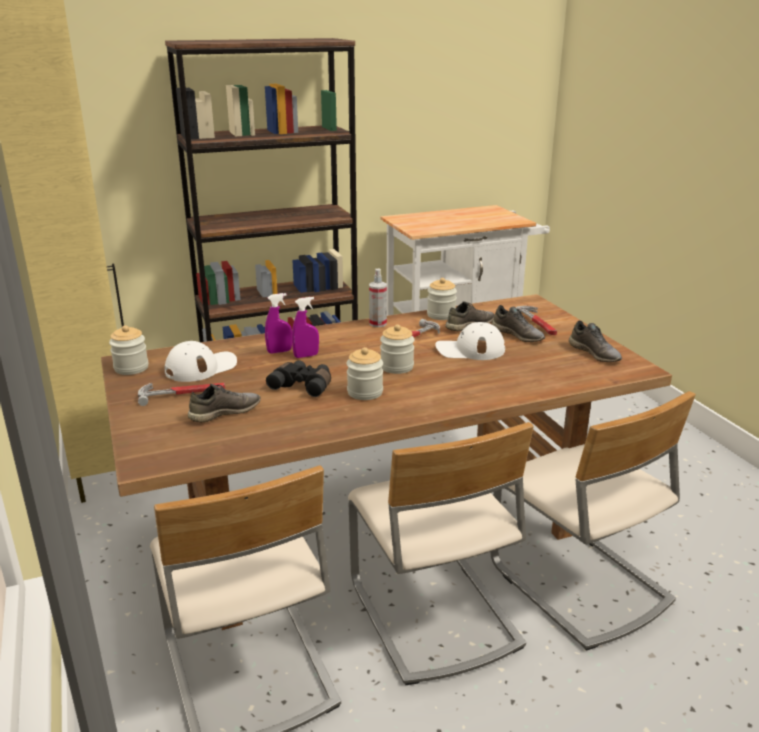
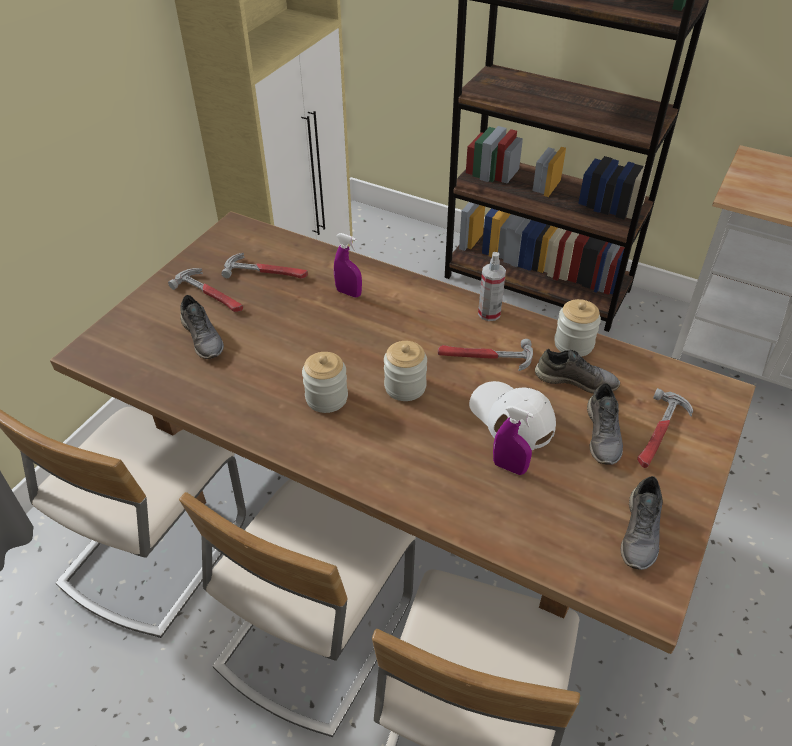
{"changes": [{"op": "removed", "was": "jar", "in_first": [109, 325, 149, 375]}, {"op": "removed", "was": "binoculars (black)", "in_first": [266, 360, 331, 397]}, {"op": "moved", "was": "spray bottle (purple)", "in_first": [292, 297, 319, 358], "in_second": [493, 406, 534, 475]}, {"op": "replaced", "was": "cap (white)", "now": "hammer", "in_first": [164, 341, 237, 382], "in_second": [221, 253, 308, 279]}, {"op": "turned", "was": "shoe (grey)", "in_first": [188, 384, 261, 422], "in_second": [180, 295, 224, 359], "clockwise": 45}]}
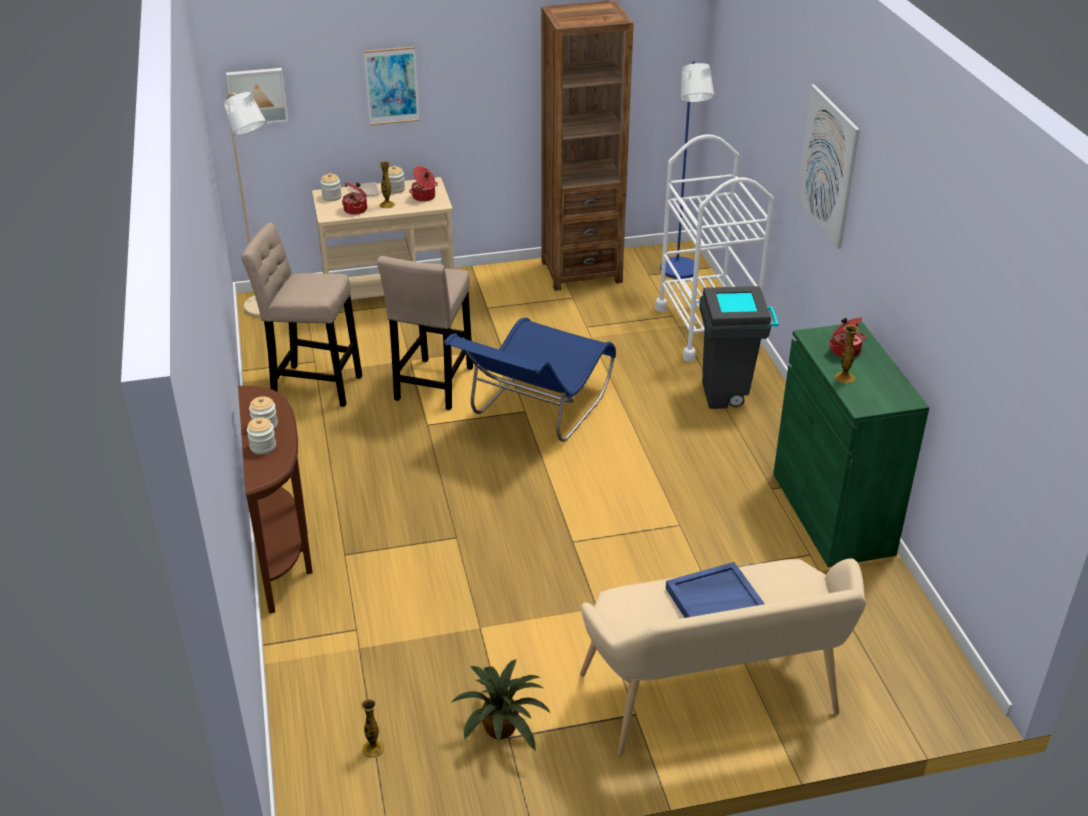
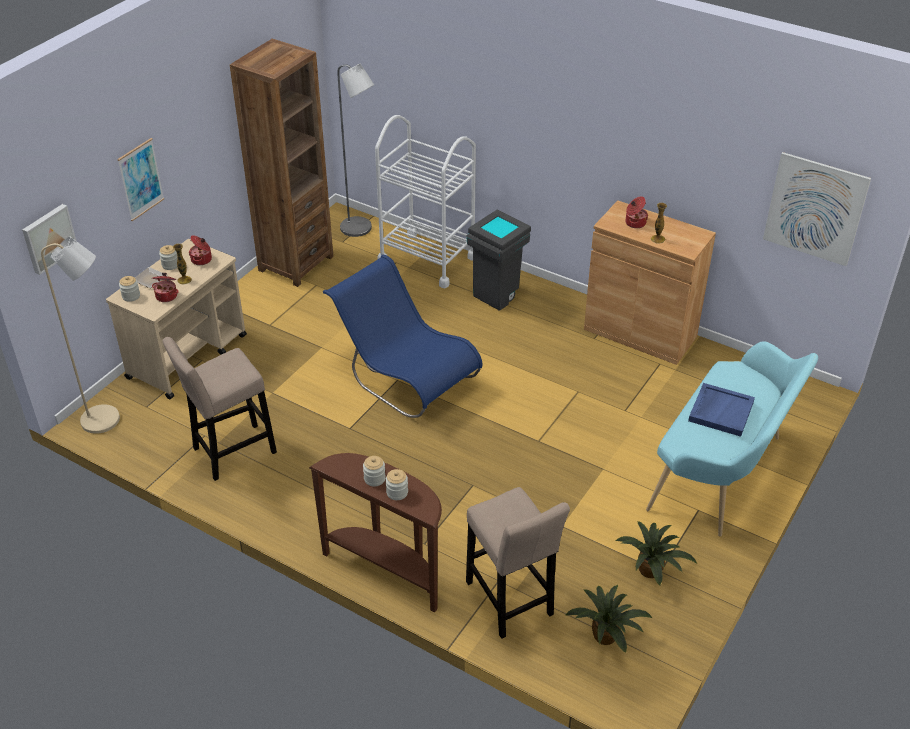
{"changes": [{"op": "moved", "was": "stool (beige)", "in_first": [377, 256, 473, 410], "in_second": [466, 487, 570, 639]}, {"op": "moved", "was": "picture", "in_first": [796, 84, 860, 249], "in_second": [763, 152, 871, 266]}, {"op": "replaced", "was": "vase", "now": "potted plant", "in_first": [361, 699, 384, 758], "in_second": [566, 585, 652, 653]}, {"op": "recoloured", "was": "bench (beige)", "now": "bench (turquoise)", "in_first": [580, 559, 866, 756], "in_second": [646, 341, 818, 537]}, {"op": "recoloured", "was": "floor lamp (blue)", "now": "floor lamp (grey)", "in_first": [660, 61, 714, 279], "in_second": [337, 63, 374, 237]}, {"op": "recoloured", "was": "cabinet (green)", "now": "cabinet (brown)", "in_first": [773, 322, 929, 567], "in_second": [584, 200, 716, 365]}, {"op": "turned", "was": "chair (blue)", "in_first": [444, 317, 616, 442], "in_second": [323, 255, 483, 418], "clockwise": 150}]}
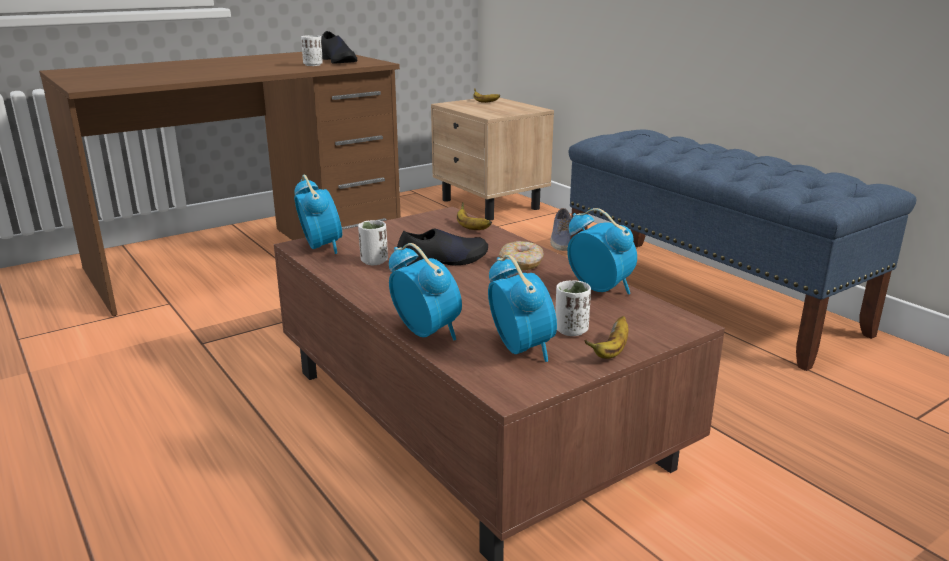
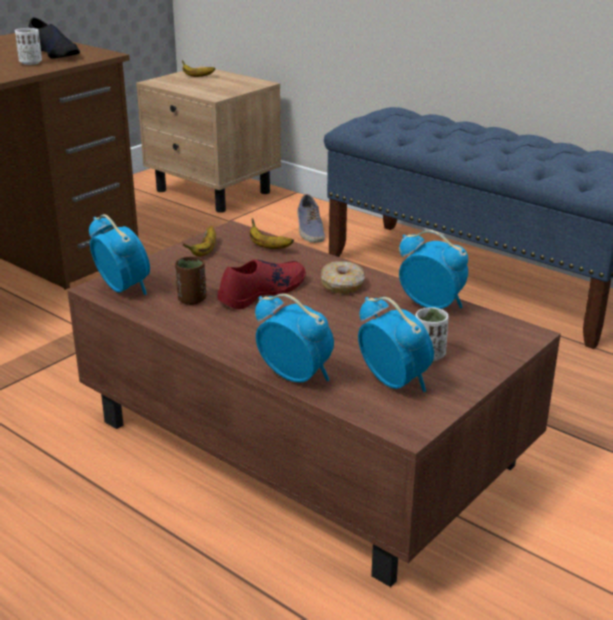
{"changes": [{"op": "moved", "was": "banana", "in_first": [584, 316, 628, 359], "in_second": [183, 226, 216, 256]}, {"op": "recoloured", "was": "cup (white)", "now": "cup (brown)", "in_first": [358, 220, 388, 265], "in_second": [175, 256, 206, 305]}, {"op": "recoloured", "was": "shoe (black)", "now": "shoe (red)", "in_first": [397, 228, 488, 266], "in_second": [218, 259, 306, 309]}]}
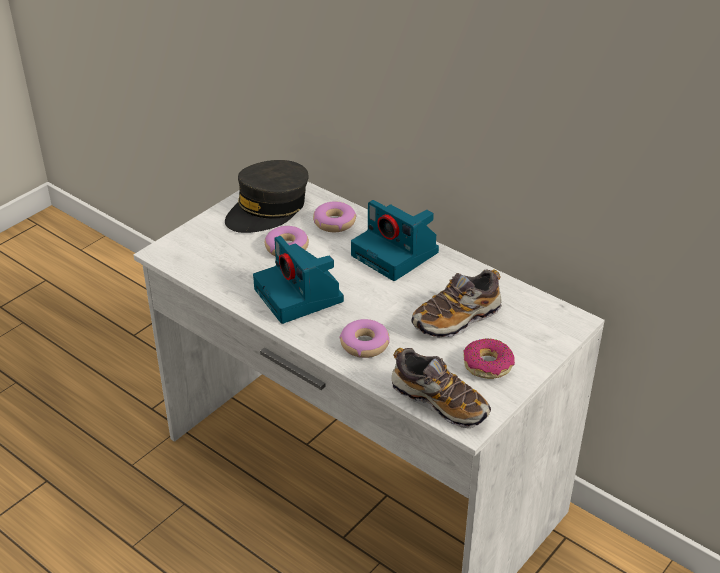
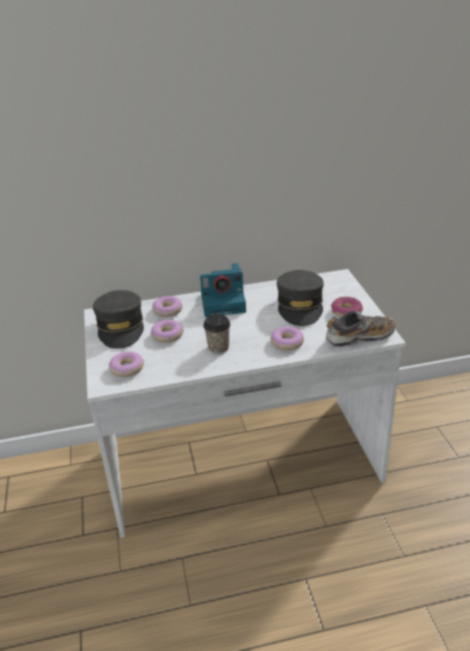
{"changes": [{"op": "added", "now": "donut", "in_second": [109, 351, 144, 377]}, {"op": "replaced", "was": "photo camera", "now": "cup", "in_first": [253, 236, 344, 324], "in_second": [203, 314, 230, 354]}, {"op": "replaced", "was": "shoe", "now": "cap (grey)", "in_first": [411, 269, 502, 338], "in_second": [277, 270, 324, 326]}]}
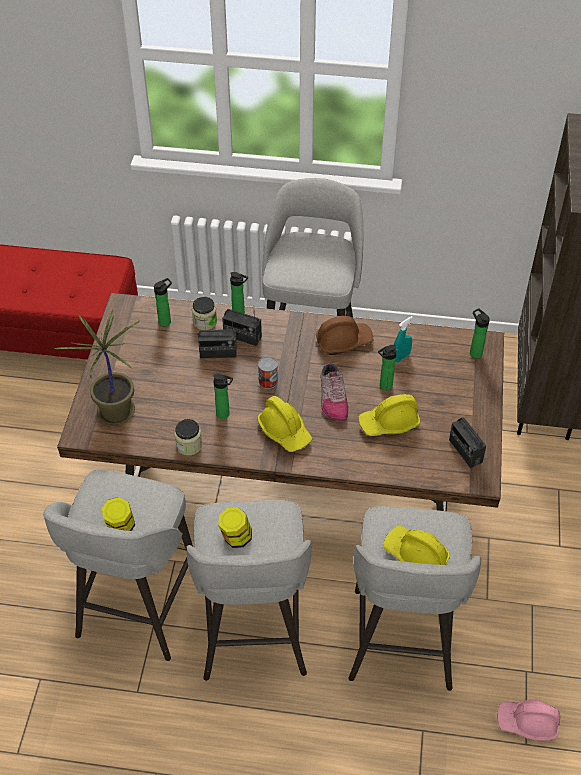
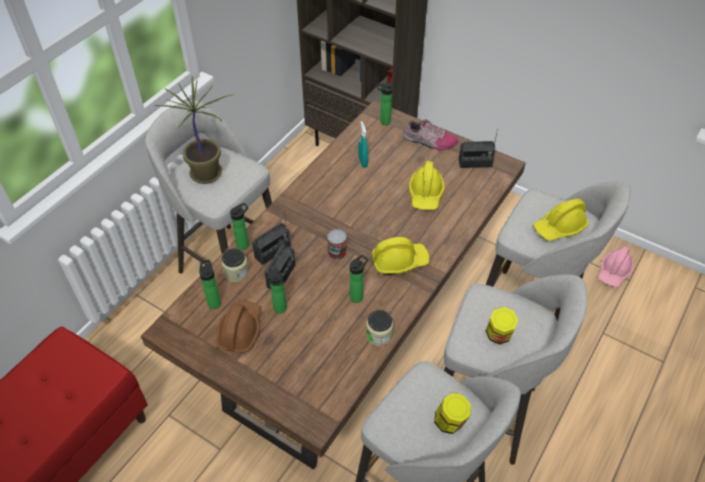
{"changes": [{"op": "moved", "was": "potted plant", "in_first": [54, 310, 140, 425], "in_second": [155, 76, 233, 184]}, {"op": "moved", "was": "hard hat (brown)", "in_first": [316, 316, 373, 355], "in_second": [216, 301, 261, 353]}, {"op": "moved", "was": "shoe", "in_first": [321, 363, 348, 421], "in_second": [403, 119, 458, 150]}, {"op": "moved", "was": "bottle", "in_first": [378, 345, 397, 391], "in_second": [269, 268, 287, 314]}]}
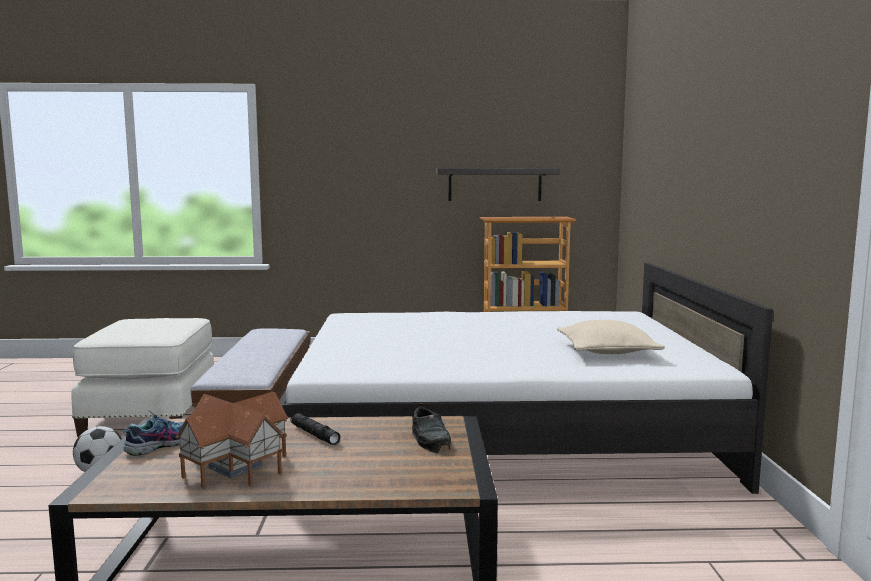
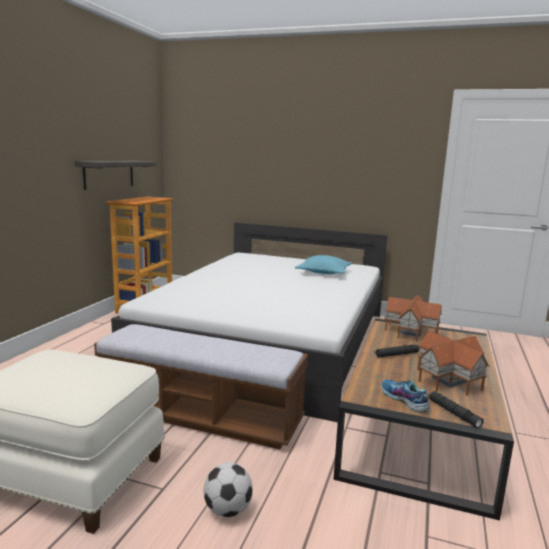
{"changes": [{"op": "added", "now": "flashlight (black)", "in_second": [428, 391, 484, 429]}, {"op": "replaced", "was": "shoe (black)", "now": "toy house", "in_first": [412, 403, 451, 453], "in_second": [385, 294, 442, 342]}, {"op": "recoloured", "was": "pillow (beige)", "now": "pillow (turquoise)", "in_first": [557, 320, 665, 354], "in_second": [295, 255, 353, 274]}]}
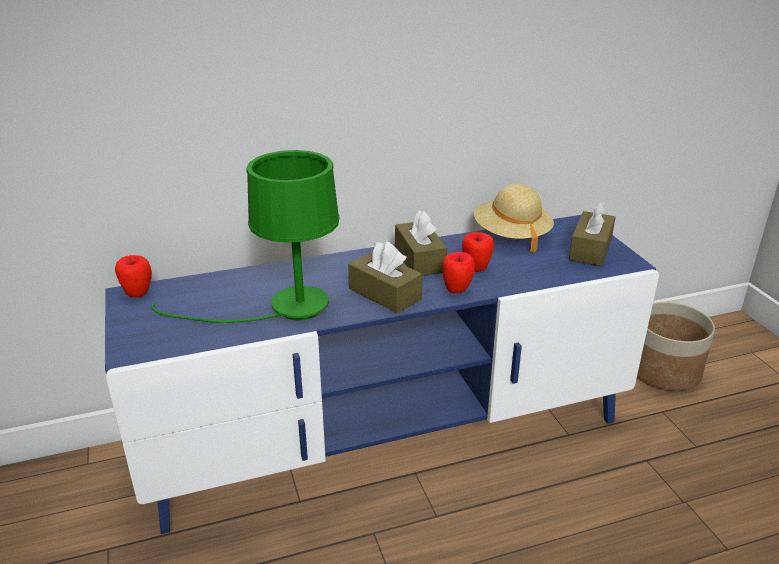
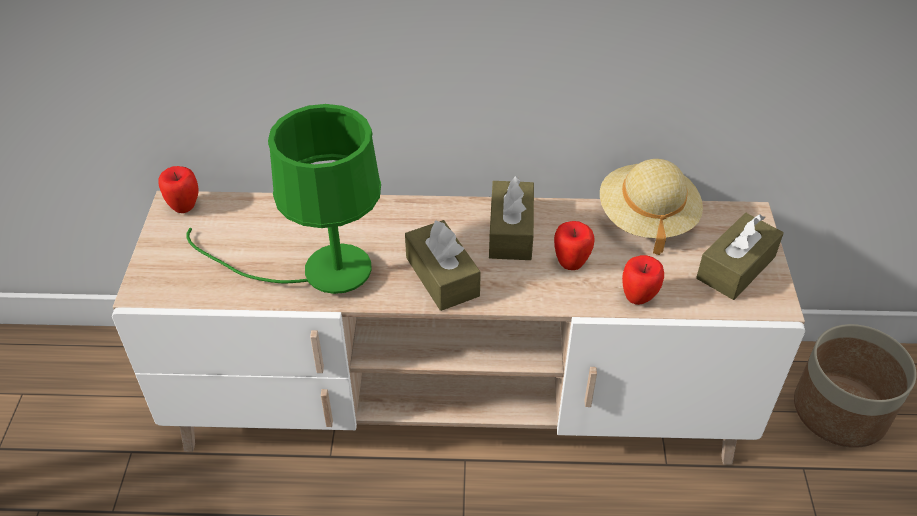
{"changes": [{"op": "moved", "was": "apple", "in_first": [442, 252, 475, 293], "in_second": [622, 255, 664, 305]}, {"op": "recoloured", "was": "tv stand (blue)", "now": "tv stand (beige)", "in_first": [105, 215, 659, 534], "in_second": [112, 191, 805, 465]}]}
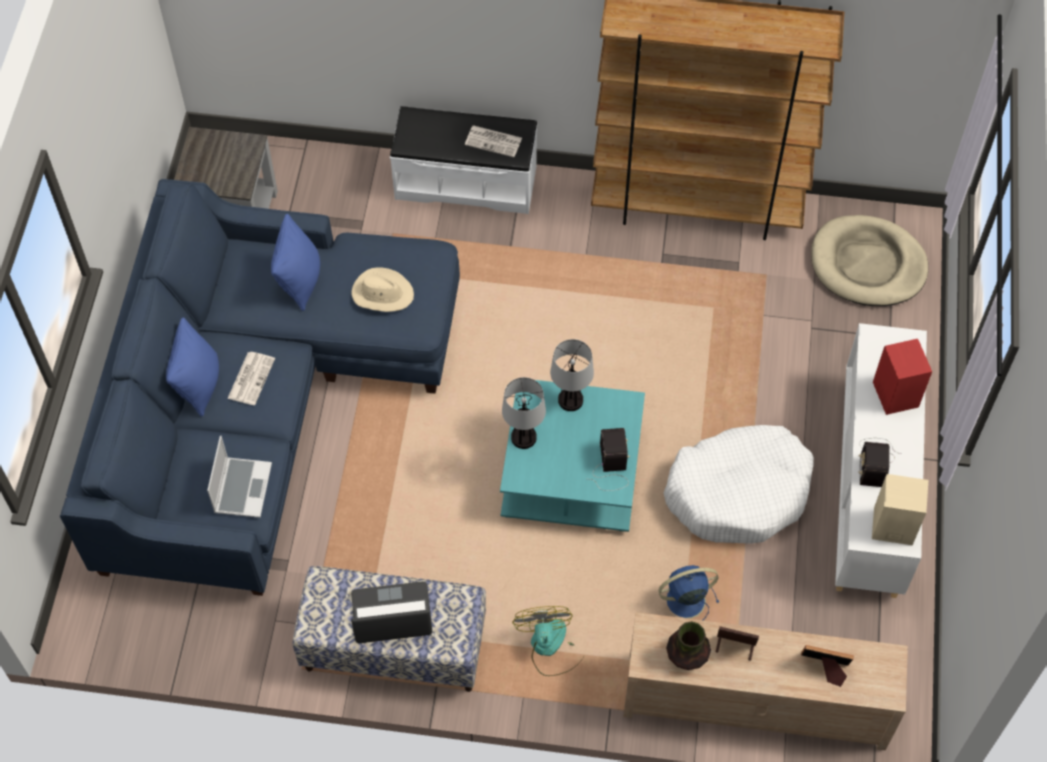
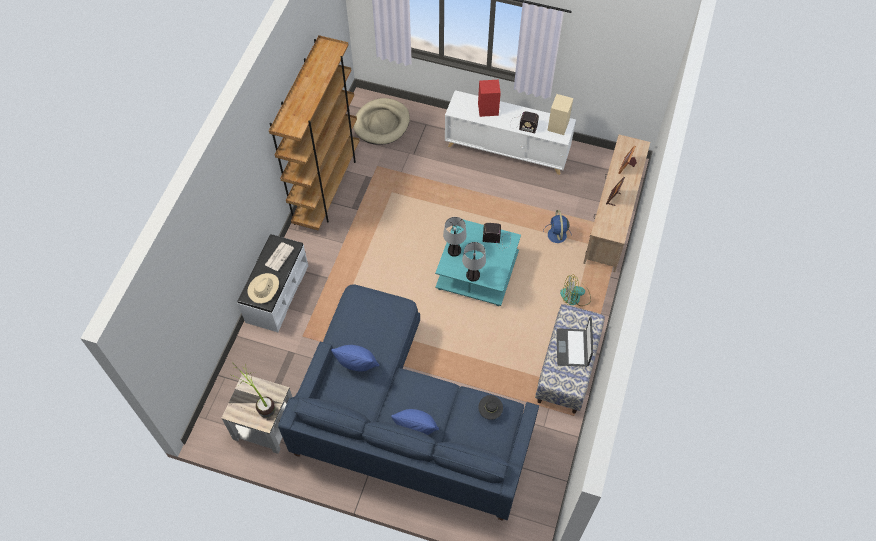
{"changes": [{"op": "removed", "was": "newspaper", "in_first": [227, 352, 275, 405]}, {"op": "removed", "was": "dog bed (white)", "in_first": [663, 425, 814, 544]}, {"op": "removed", "was": "vase", "in_first": [666, 621, 711, 670]}, {"op": "added", "now": "potted plant", "in_second": [232, 363, 275, 418]}, {"op": "moved", "was": "hat (beige)", "in_first": [352, 267, 414, 312], "in_second": [247, 273, 279, 304]}, {"op": "replaced", "was": "laptop", "now": "hat (black)", "in_first": [207, 436, 272, 518], "in_second": [478, 395, 503, 420]}]}
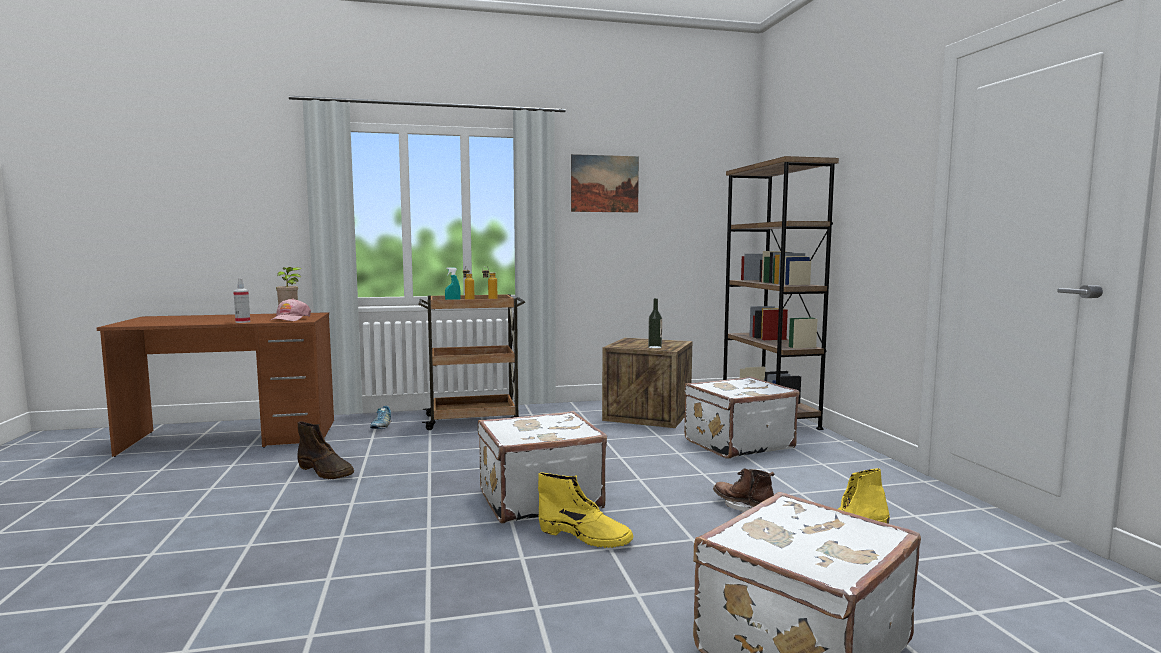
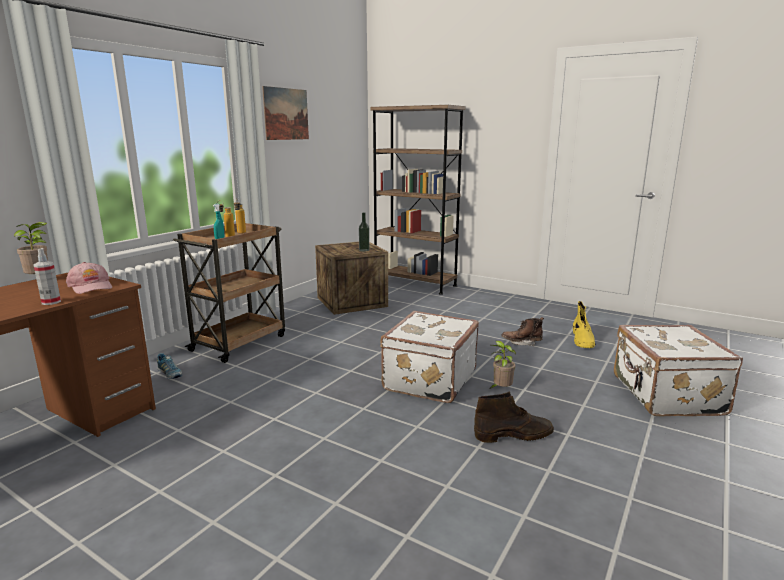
{"changes": [{"op": "removed", "was": "suitcase (white)", "in_first": [684, 377, 800, 459]}, {"op": "moved", "was": "boot (brown)", "in_first": [297, 421, 354, 479], "in_second": [474, 391, 554, 443]}, {"op": "replaced", "was": "boot (yellow)", "now": "potted plant", "in_first": [538, 473, 633, 548], "in_second": [488, 341, 516, 390]}]}
